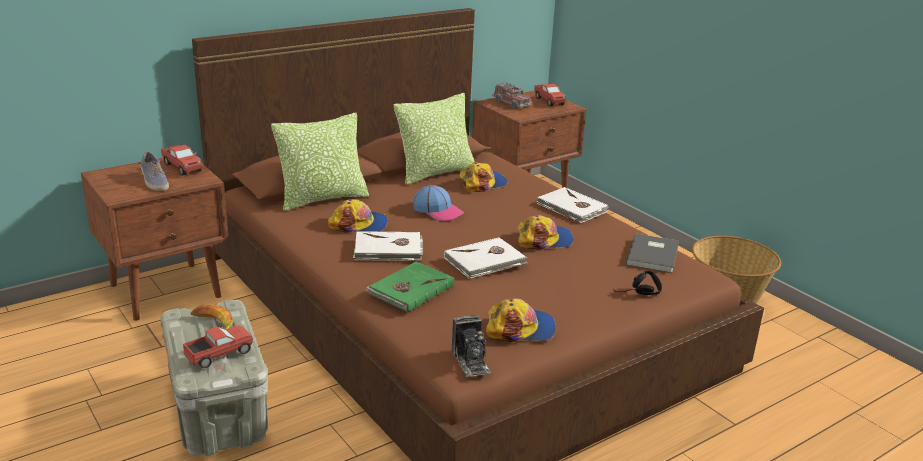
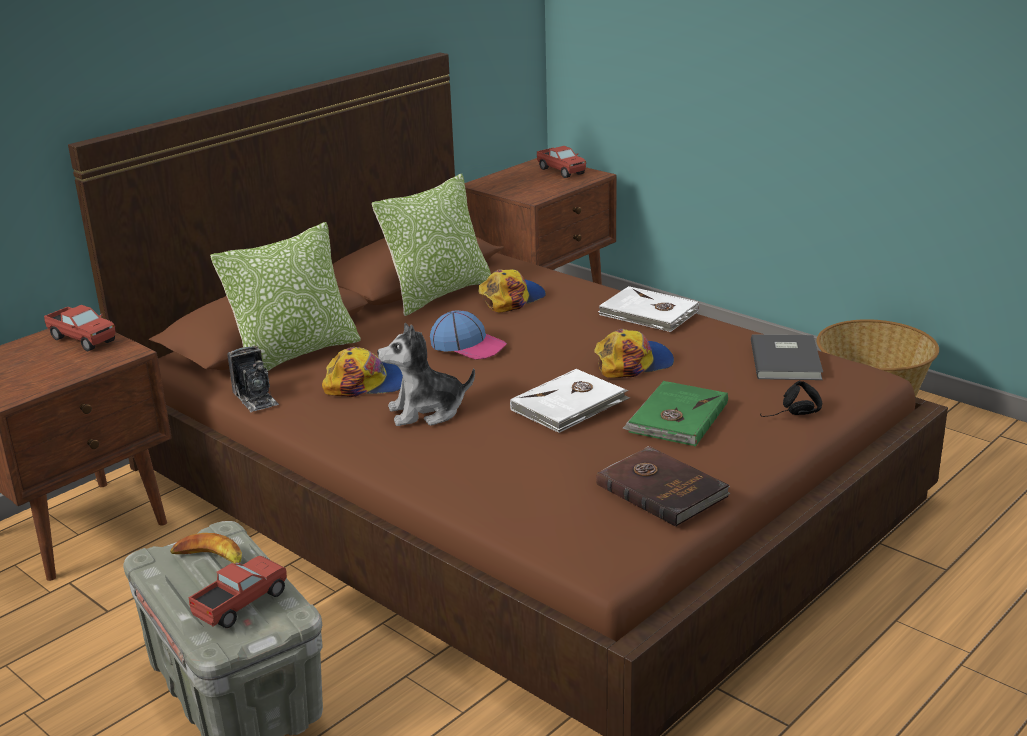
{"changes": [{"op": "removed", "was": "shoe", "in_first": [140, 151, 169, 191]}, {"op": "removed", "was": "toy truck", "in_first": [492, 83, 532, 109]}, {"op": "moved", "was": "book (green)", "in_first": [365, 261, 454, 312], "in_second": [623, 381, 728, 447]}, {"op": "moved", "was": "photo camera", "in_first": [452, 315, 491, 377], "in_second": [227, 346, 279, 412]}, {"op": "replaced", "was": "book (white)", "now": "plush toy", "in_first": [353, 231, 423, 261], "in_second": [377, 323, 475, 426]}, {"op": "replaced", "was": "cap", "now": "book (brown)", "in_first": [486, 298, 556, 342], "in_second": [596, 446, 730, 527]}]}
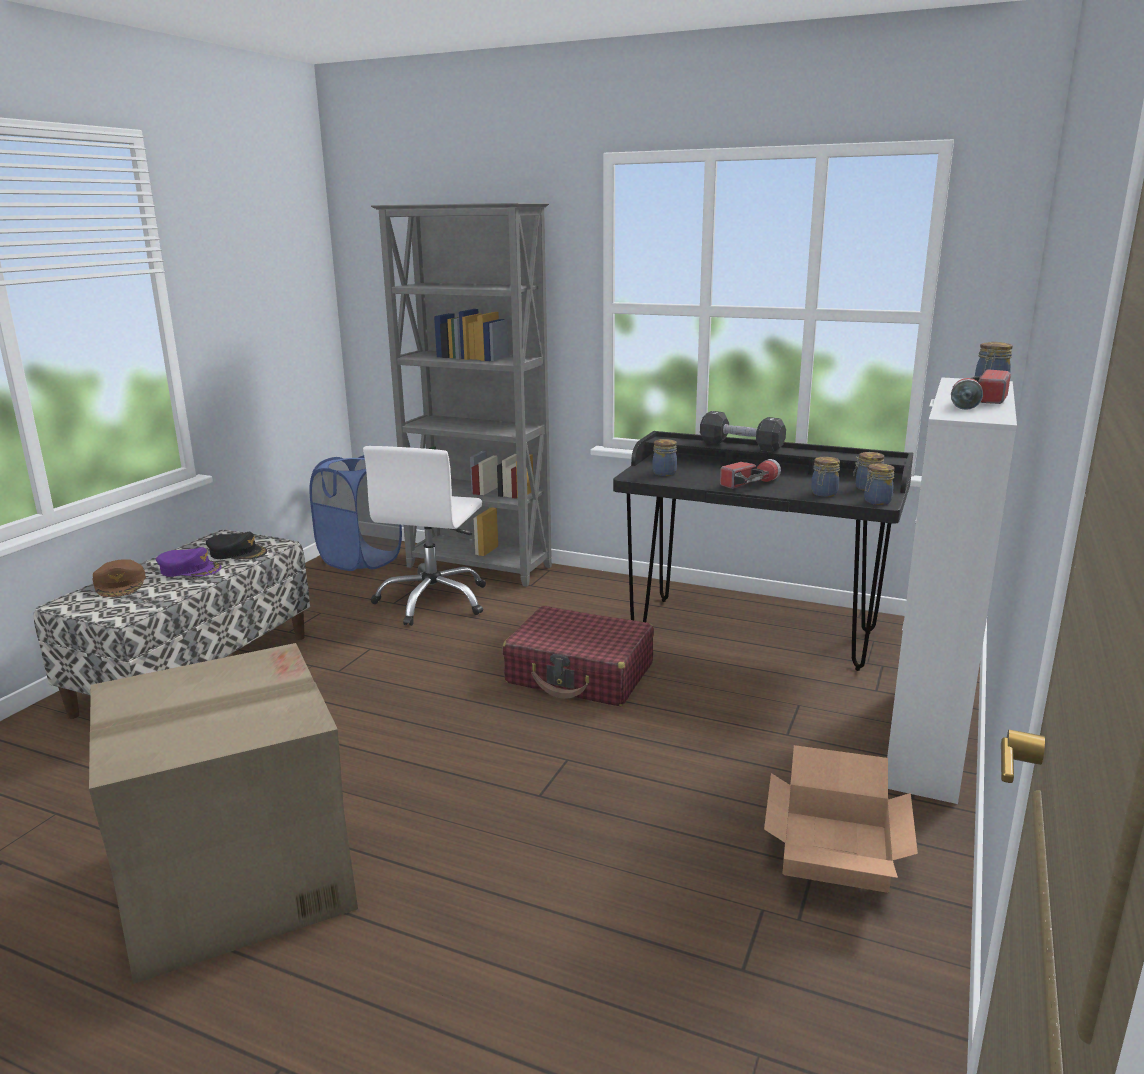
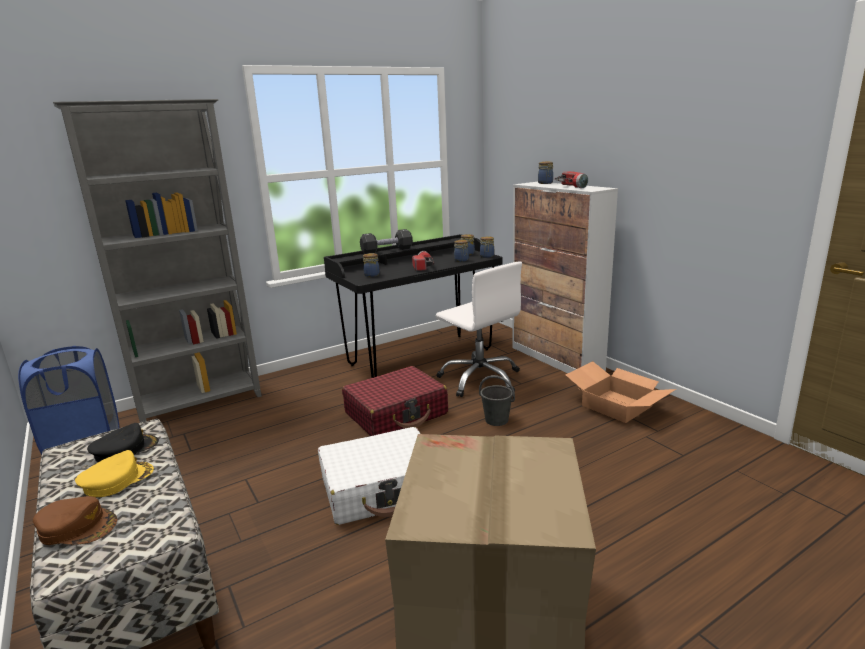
{"changes": [{"op": "added", "now": "suitcase (white)", "in_second": [318, 427, 420, 525]}, {"op": "added", "now": "bucket (grey)", "in_second": [479, 375, 515, 426]}, {"op": "moved", "was": "office chair (white)", "in_first": [363, 446, 486, 626], "in_second": [436, 261, 522, 397]}, {"op": "recoloured", "was": "cap (purple)", "now": "cap (yellow)", "in_first": [156, 547, 222, 577], "in_second": [75, 450, 154, 497]}]}
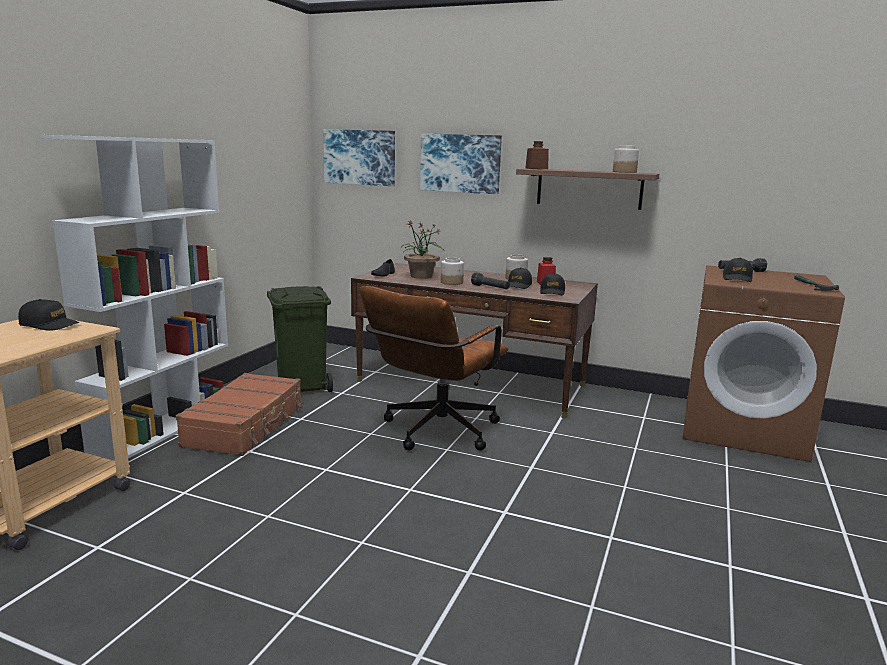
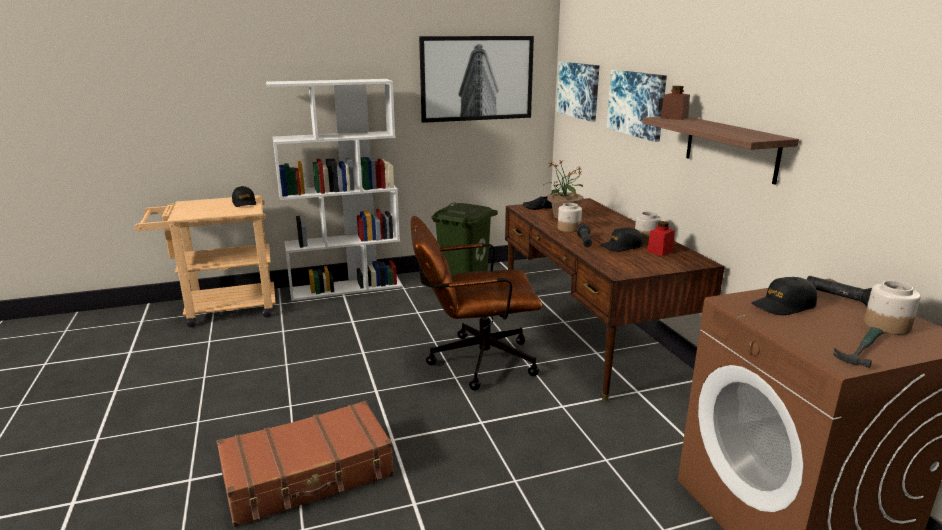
{"changes": [{"op": "removed", "was": "cap (black)", "in_first": [540, 273, 565, 295]}, {"op": "added", "now": "picture", "in_second": [419, 36, 534, 123]}, {"op": "moved", "was": "suitcase (brown)", "in_first": [176, 373, 302, 456], "in_second": [216, 401, 394, 527]}, {"op": "moved", "was": "jar", "in_first": [613, 145, 639, 173], "in_second": [864, 281, 921, 335]}]}
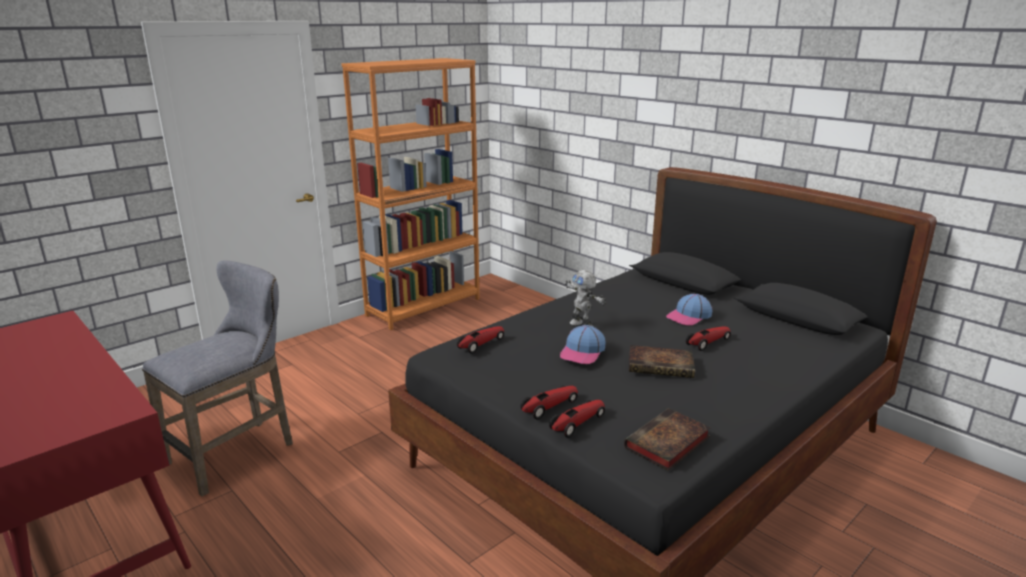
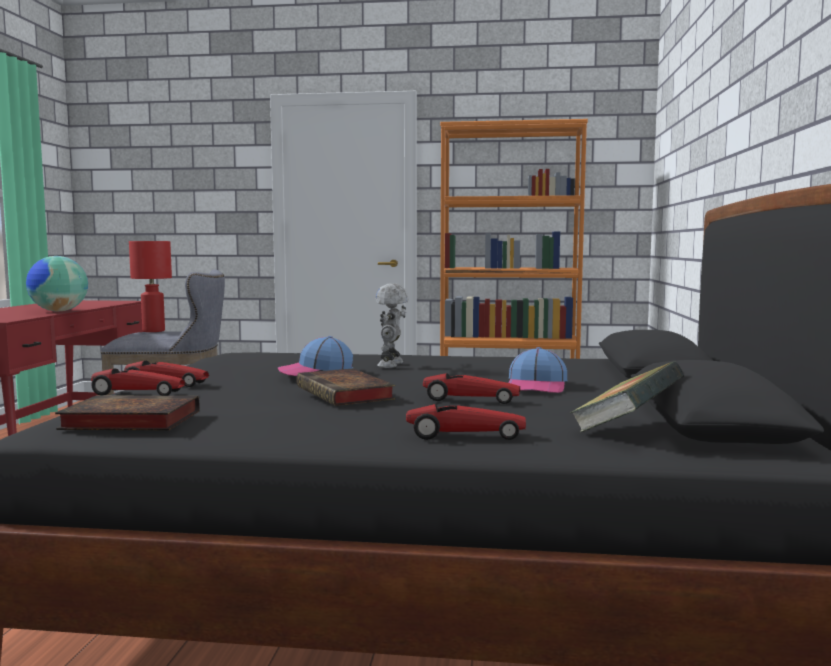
{"changes": [{"op": "added", "now": "globe", "in_second": [26, 256, 88, 311]}, {"op": "added", "now": "table lamp (red)", "in_second": [129, 241, 172, 332]}, {"op": "added", "now": "book", "in_second": [570, 361, 684, 432]}, {"op": "moved", "was": "toy car", "in_first": [457, 326, 504, 354], "in_second": [406, 404, 526, 440]}, {"op": "turned", "was": "cap", "in_first": [666, 294, 713, 326], "in_second": [508, 347, 567, 393], "clockwise": -90}]}
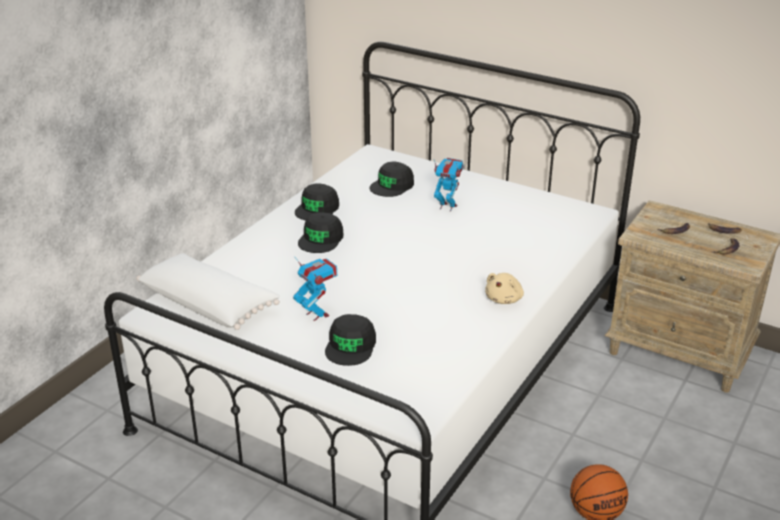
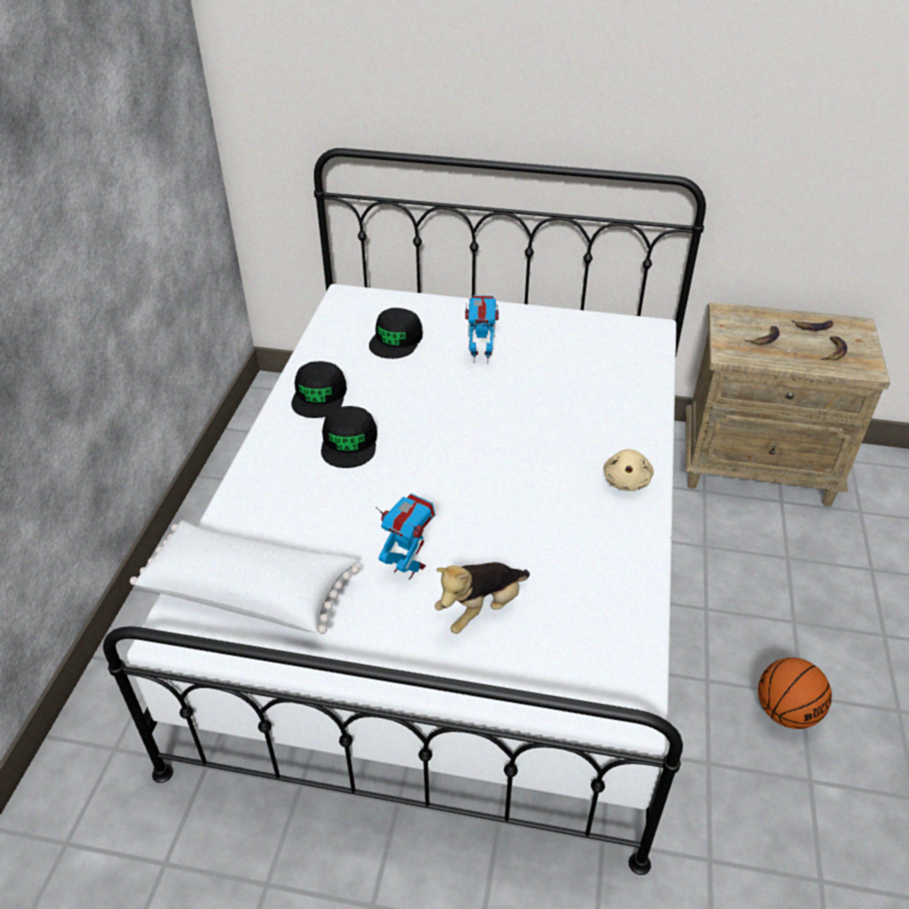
{"changes": [{"op": "replaced", "was": "cap (black)", "now": "plush toy", "in_first": [325, 314, 376, 366], "in_second": [435, 562, 530, 634]}]}
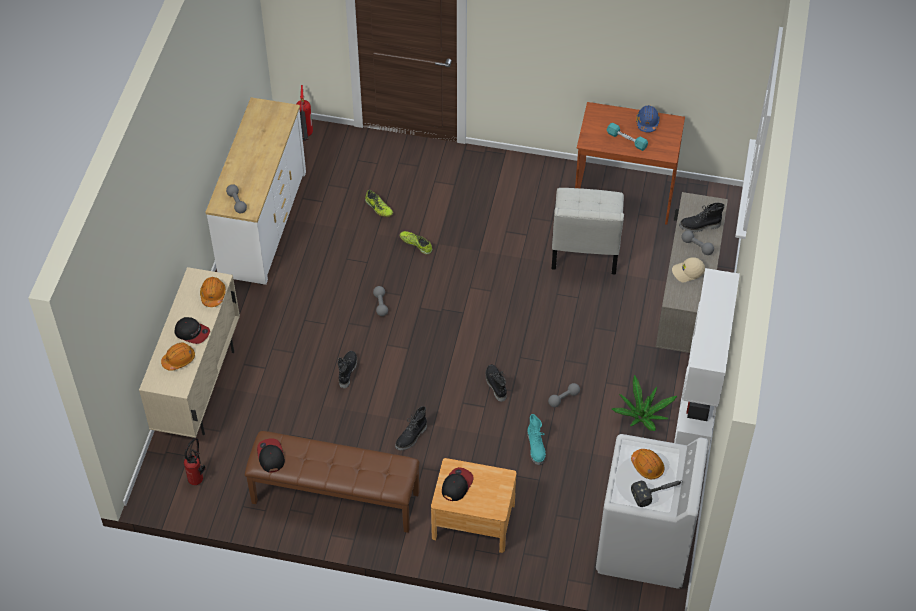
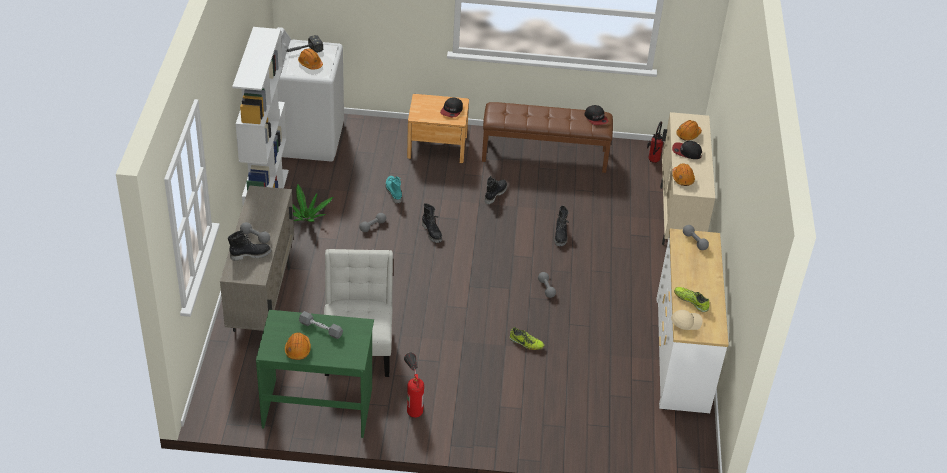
{"changes": [{"op": "moved", "was": "fire extinguisher", "in_first": [296, 85, 313, 141], "in_second": [404, 353, 424, 418]}, {"op": "moved", "was": "shoe", "in_first": [365, 190, 393, 217], "in_second": [674, 287, 710, 312]}, {"op": "moved", "was": "cap (beige)", "in_first": [672, 257, 705, 283], "in_second": [671, 310, 703, 330]}, {"op": "recoloured", "was": "desk (brown)", "now": "desk (green)", "in_first": [575, 102, 685, 225], "in_second": [256, 310, 374, 438]}, {"op": "recoloured", "was": "dumbbell (turquoise)", "now": "dumbbell (grey)", "in_first": [607, 123, 648, 151], "in_second": [299, 311, 343, 339]}, {"op": "recoloured", "was": "hard hat (blue)", "now": "hard hat (orange)", "in_first": [636, 105, 660, 133], "in_second": [285, 333, 311, 360]}]}
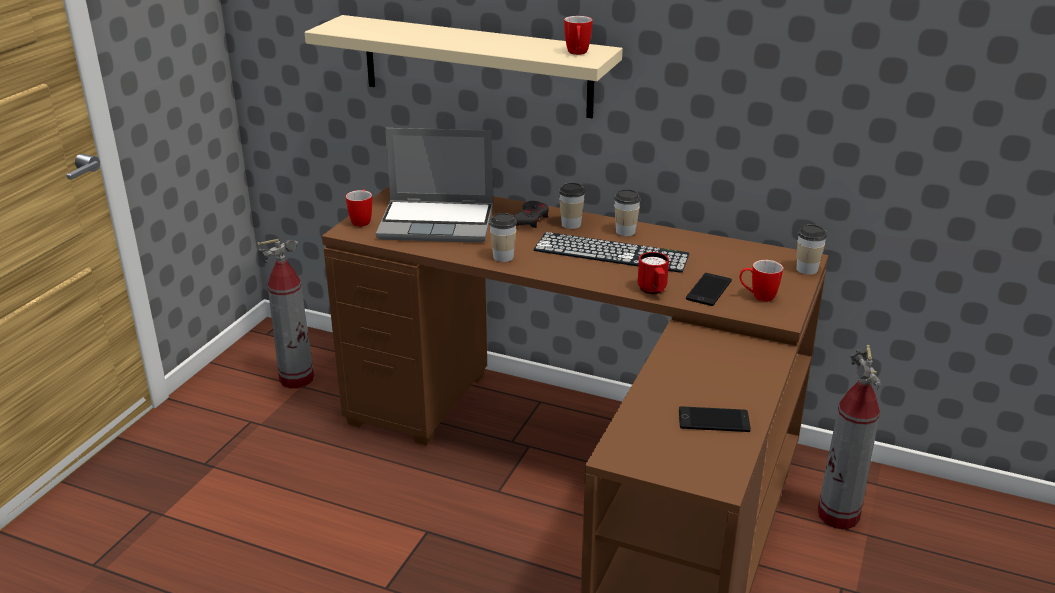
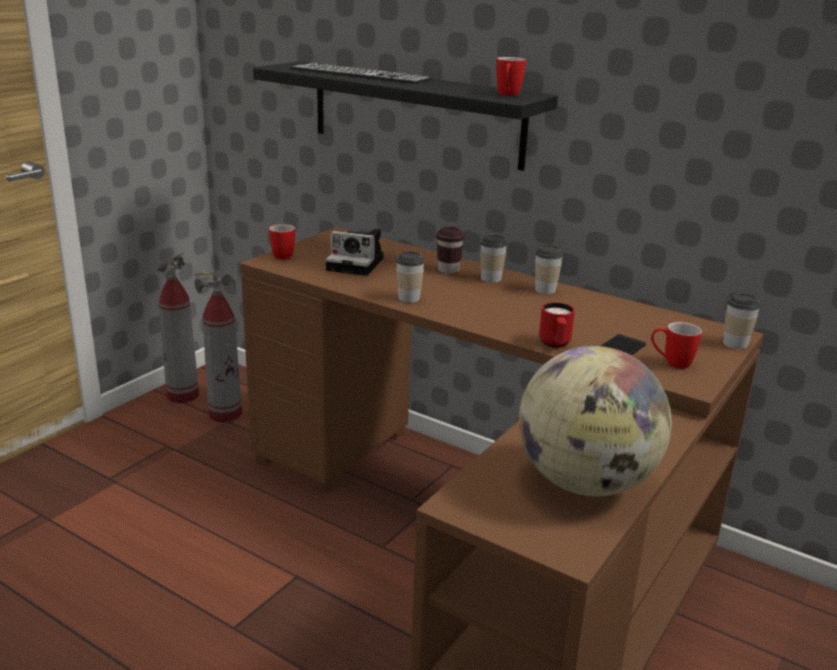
{"changes": [{"op": "moved", "was": "keyboard", "in_first": [533, 232, 690, 273], "in_second": [290, 63, 434, 84]}, {"op": "moved", "was": "fire extinguisher", "in_first": [818, 345, 881, 529], "in_second": [157, 252, 199, 403]}, {"op": "replaced", "was": "laptop", "now": "photo camera", "in_first": [376, 128, 493, 243], "in_second": [326, 229, 383, 276]}, {"op": "replaced", "was": "game controller (grey)", "now": "cup (brown)", "in_first": [512, 201, 549, 228], "in_second": [436, 226, 465, 274]}, {"op": "replaced", "was": "phone", "now": "globe", "in_first": [679, 406, 751, 432], "in_second": [519, 346, 672, 496]}, {"op": "recoloured", "was": "shelf (beige)", "now": "shelf (black)", "in_first": [305, 15, 623, 118], "in_second": [253, 61, 558, 171]}]}
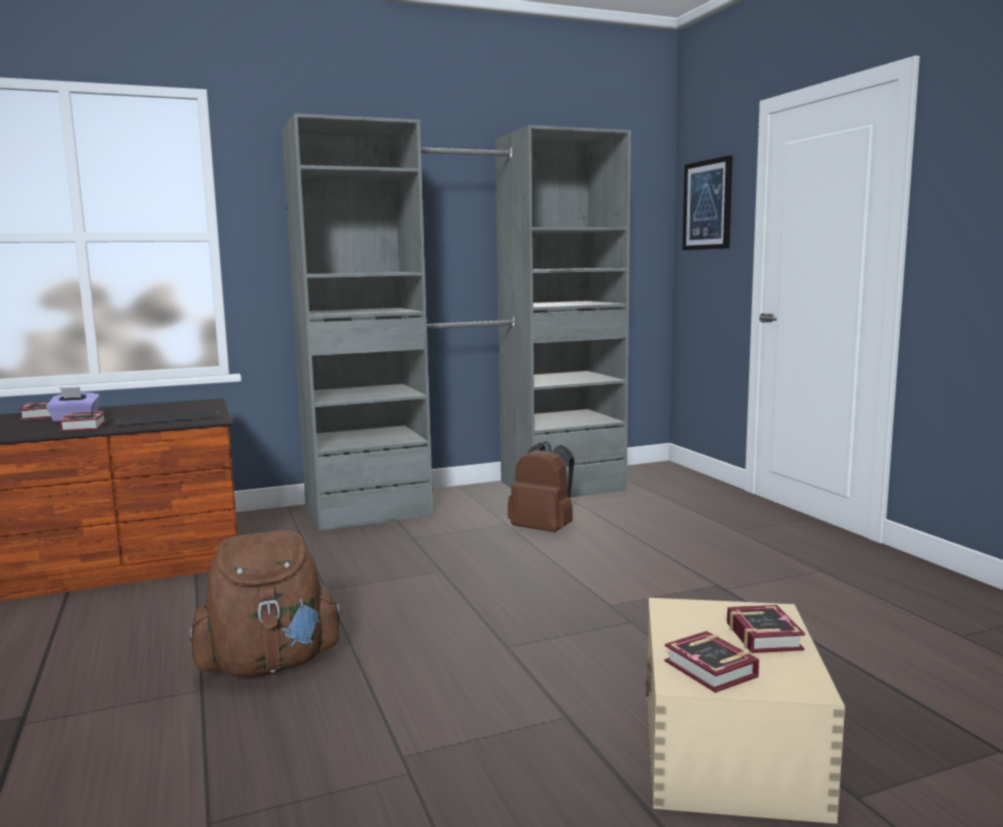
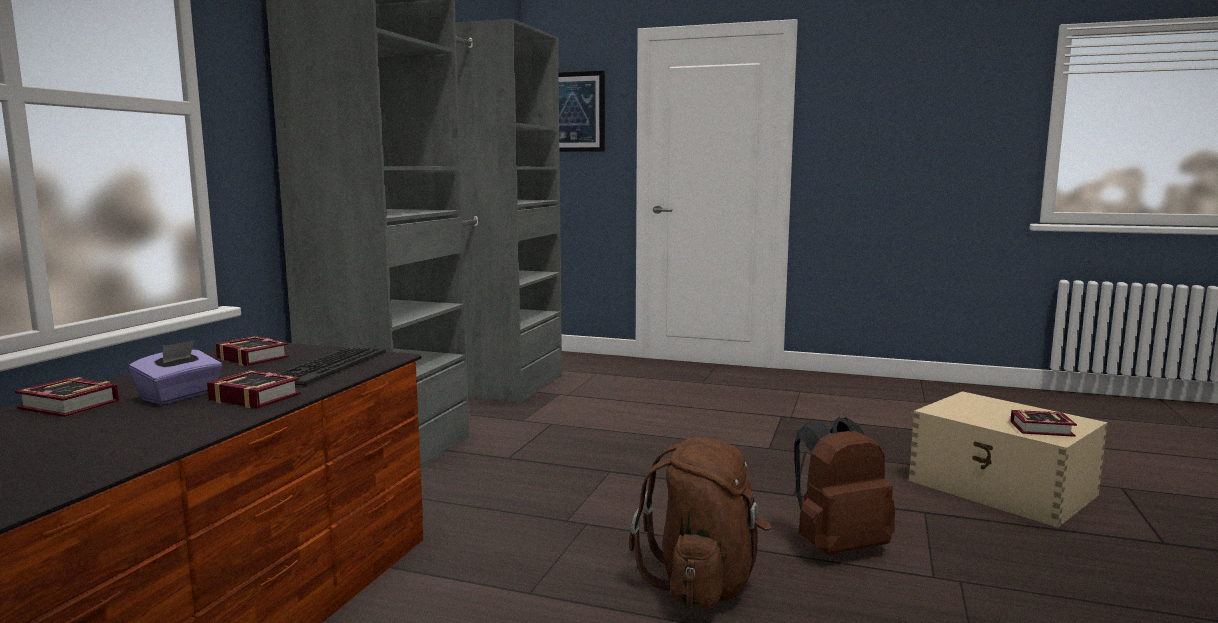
{"changes": [{"op": "moved", "was": "backpack (brown)", "in_first": [508, 441, 574, 532], "in_second": [795, 417, 895, 555]}, {"op": "moved", "was": "book", "in_first": [727, 605, 805, 653], "in_second": [215, 336, 289, 366]}]}
